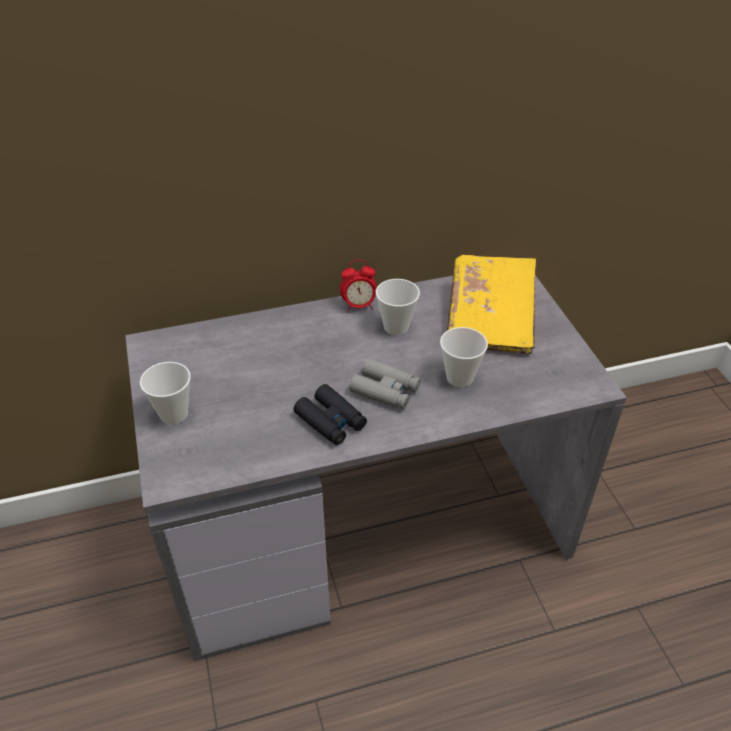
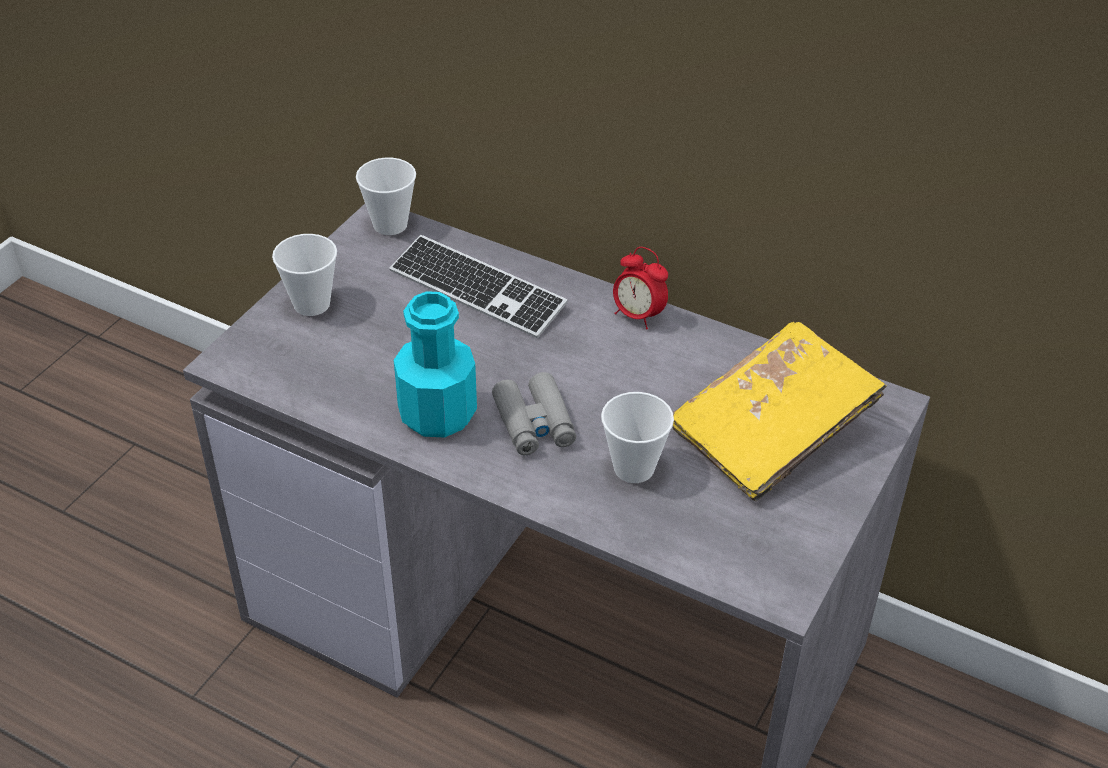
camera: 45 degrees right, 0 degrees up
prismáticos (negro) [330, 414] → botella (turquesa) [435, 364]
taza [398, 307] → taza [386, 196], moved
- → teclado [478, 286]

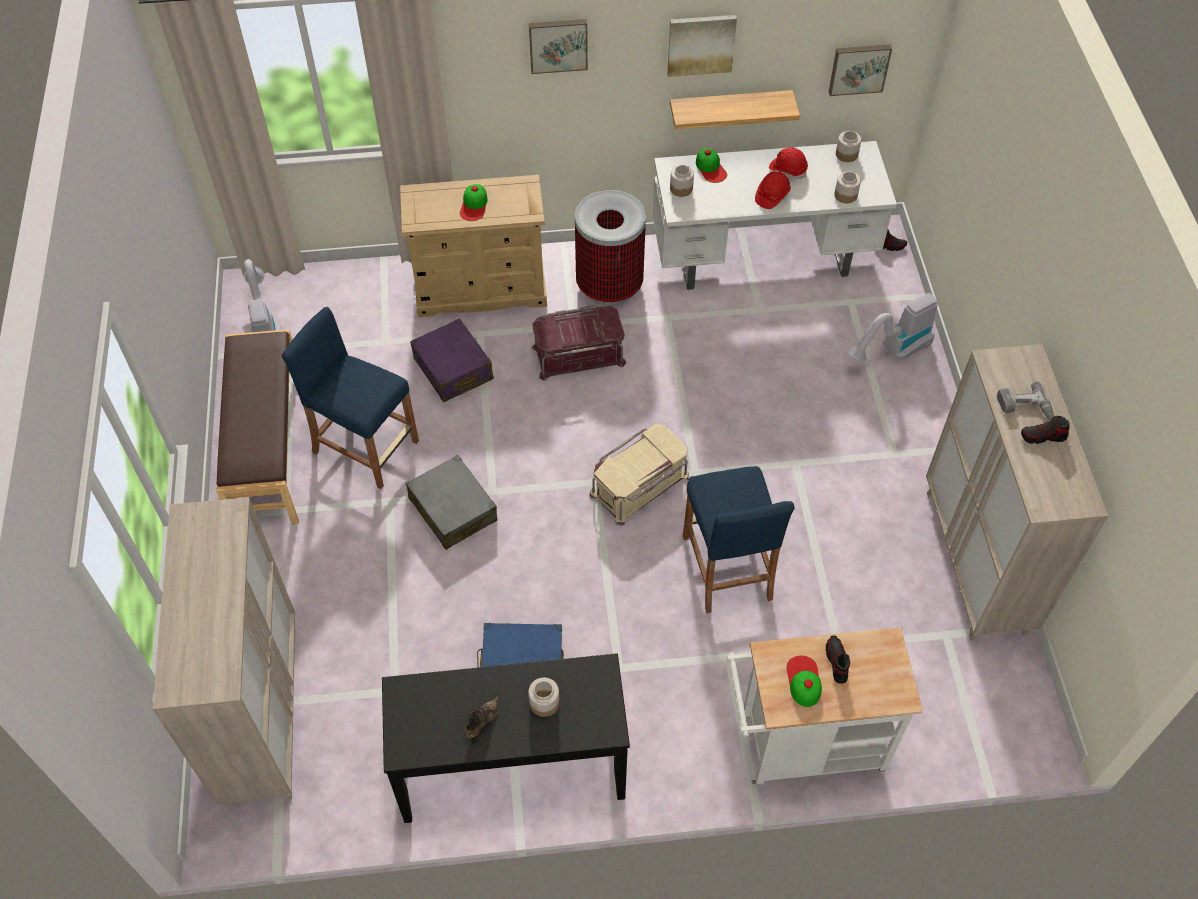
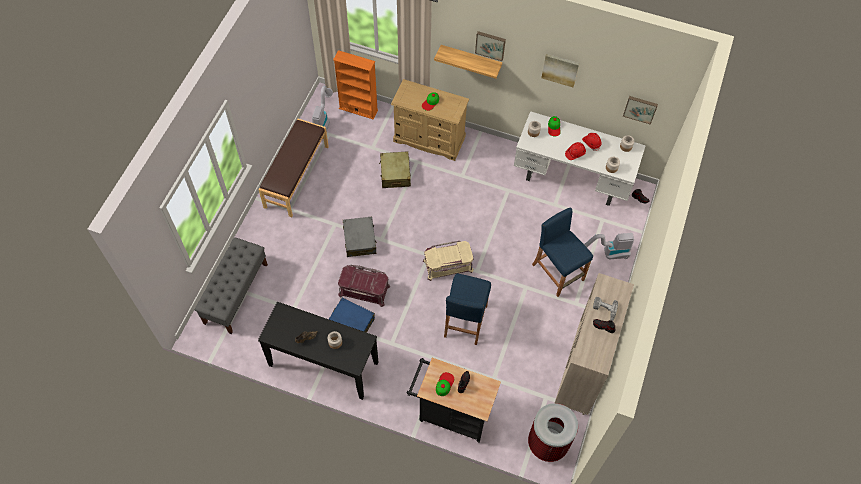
camera: 25 degrees right, 5 degrees up
armario (beis) [224, 651] → banco (gris) [231, 285]
taburete (azul) [350, 398] → taburete (azul) [562, 252], moved
maleta (morado) [452, 360] → maleta (beis) [395, 169]
caja de almacenaje (rojo) [579, 343] → caja de almacenaje (rojo) [364, 286], moved
papelera [610, 248] → papelera [553, 432], moved
estante [735, 109] → estante [468, 62], moved
carrito (blanco) [824, 707] → carrito (negro) [454, 400]
- → estantería (naranja) [355, 85]

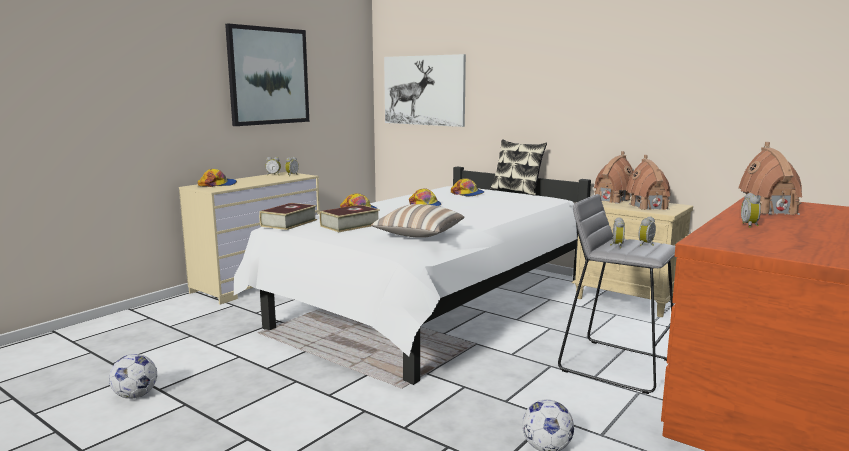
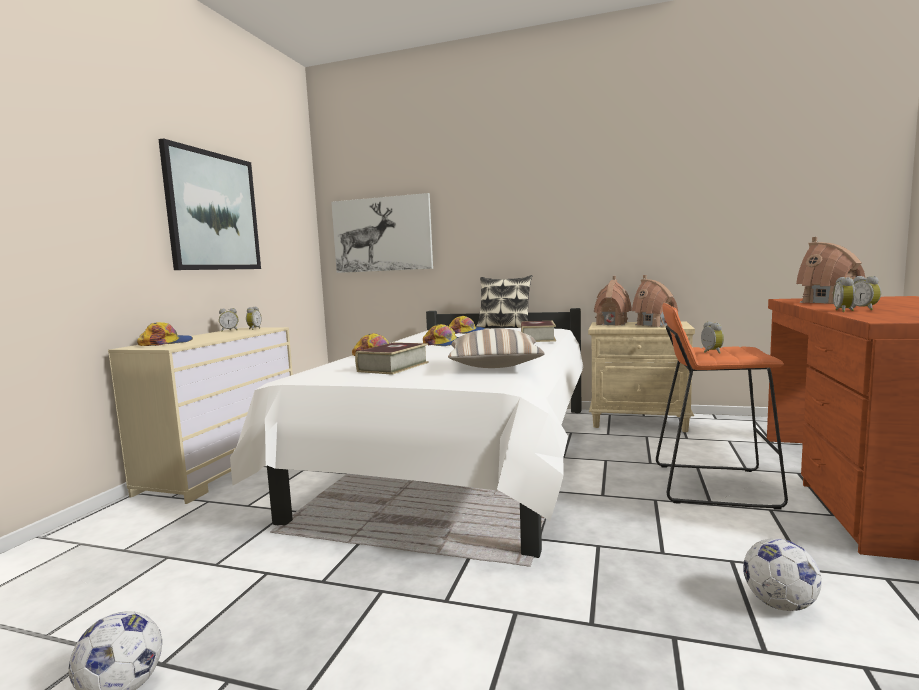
camera: 20 degrees left, 5 degrees down
libro [288, 216] → libro [538, 331], moved
taburete (gris) [616, 294] → taburete (naranja) [722, 406]
despertador [647, 231] → despertador [844, 294], moved

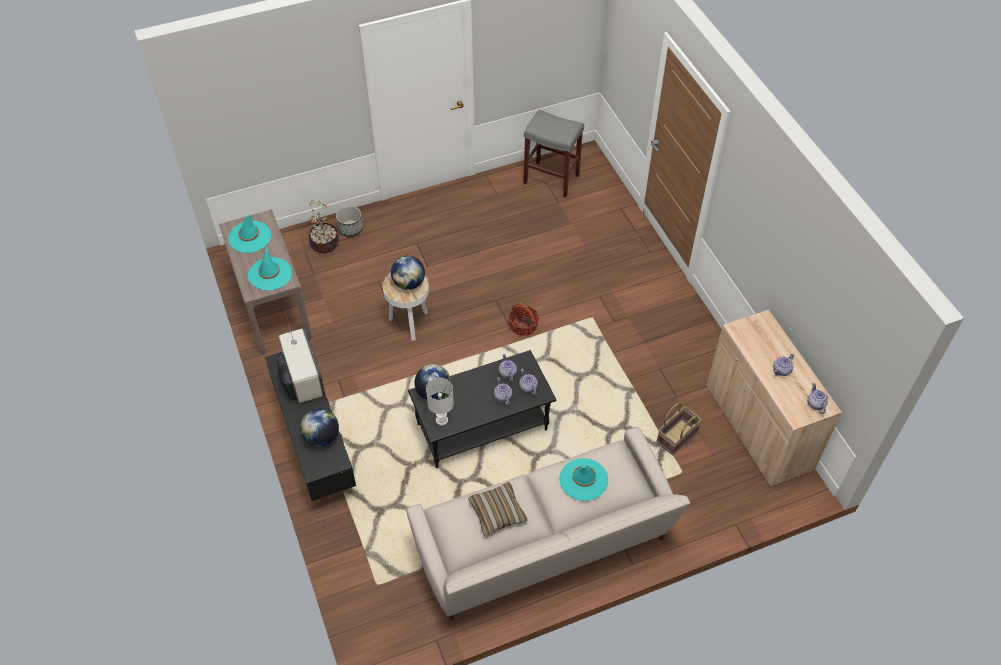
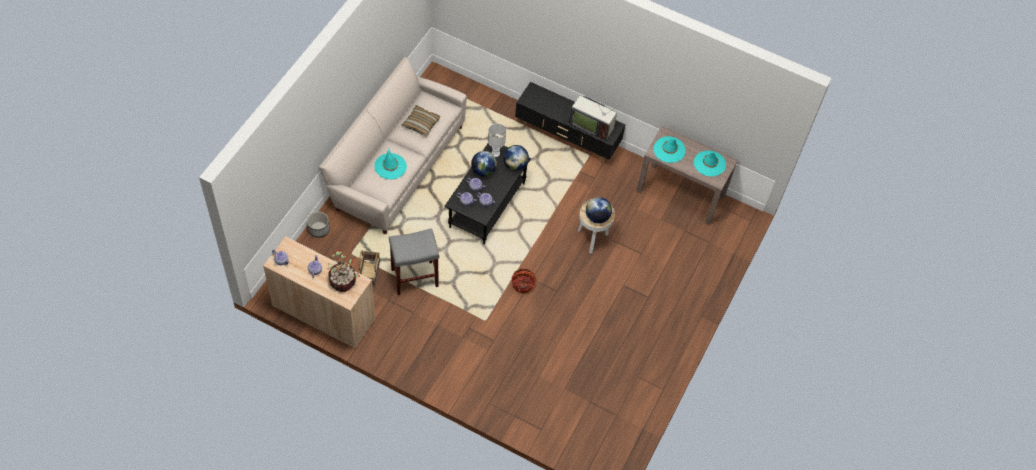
camera: 135 degrees right, 5 degrees up
globo terráqueo [319, 428] → globo terráqueo [484, 164], moved
planta en maceta [324, 226] → planta en maceta [344, 271], moved
maceta [349, 221] → maceta [318, 224], moved
taburete (gris) [553, 153] → taburete (gris) [414, 261], moved

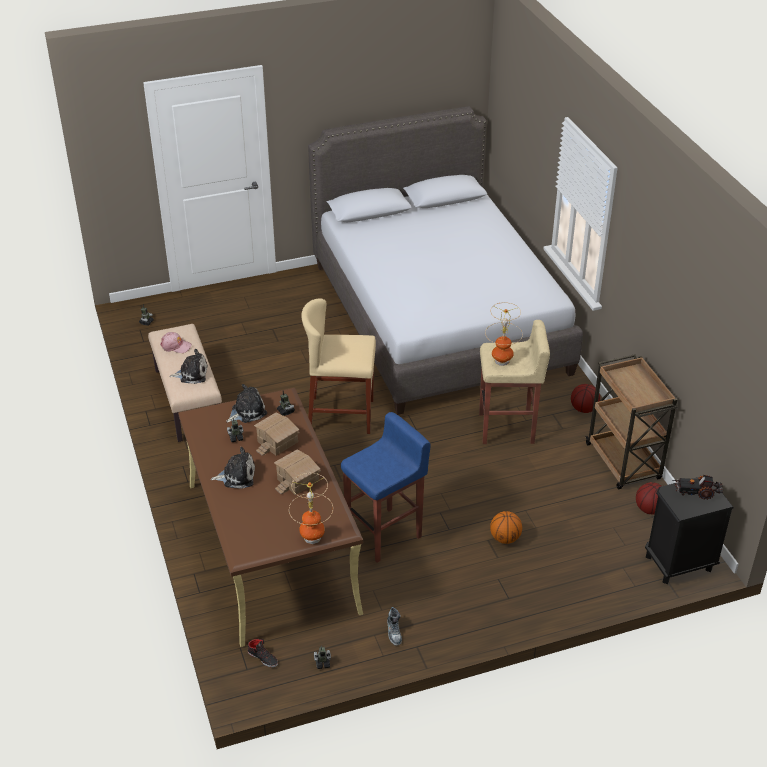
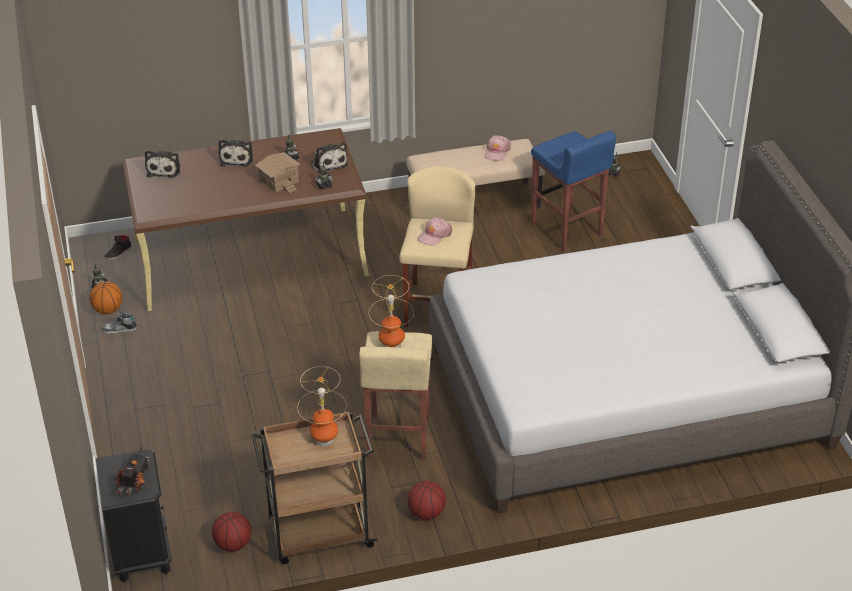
camera: 95 degrees right, 0 degrees up
peluche [188, 366] → peluche [162, 164], moved
casita [297, 472] → -
lámpara de mesa [311, 508] → lámpara de mesa [322, 406], moved
taburete (azul) [386, 487] → taburete (azul) [573, 191], moved
balón de baloncesto [506, 527] → balón de baloncesto [106, 298], moved
- → gorra (rosa) [434, 231]

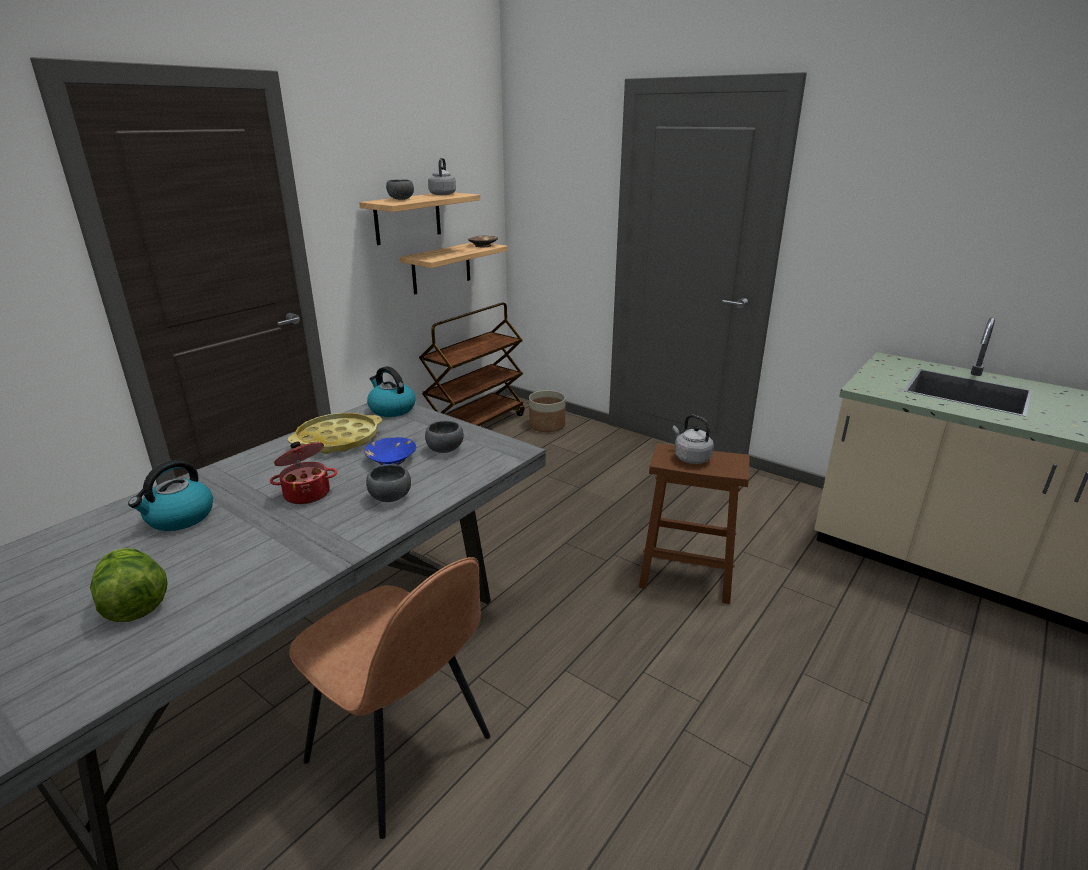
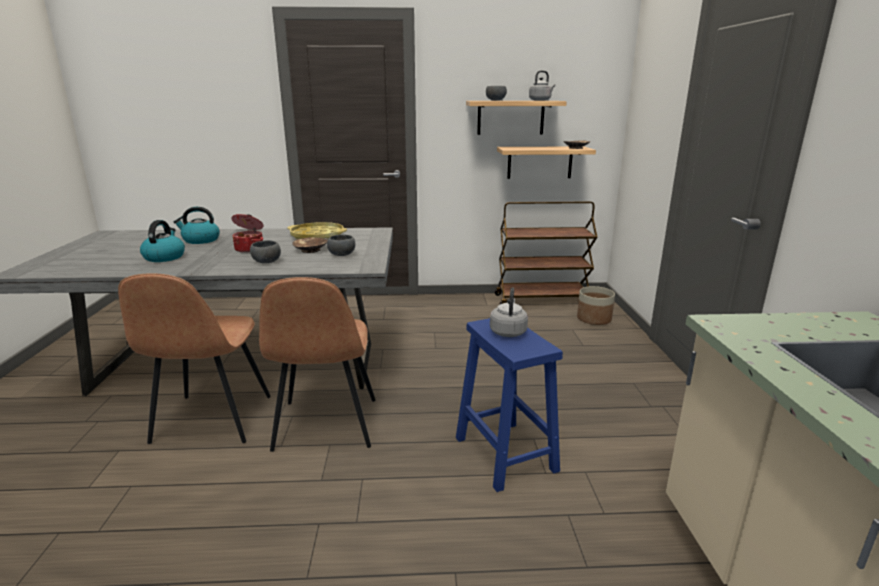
camera: 50 degrees right, 5 degrees down
lechuga [129, 585] → -
cuenco (azul) [390, 451] → cuenco (marrón) [310, 245]
hervidor [391, 391] → hervidor [162, 241], moved
taburete (marrón) [694, 523] → taburete (azul) [509, 405]
- → silla (marrón) [317, 364]

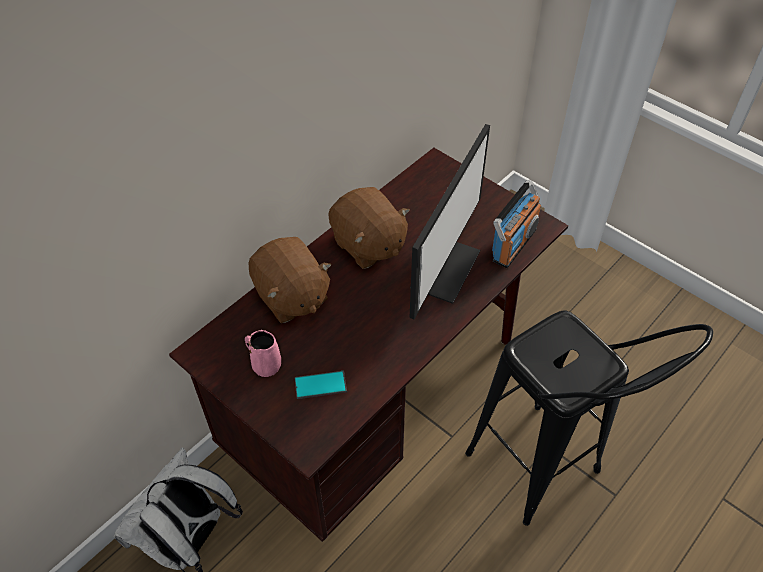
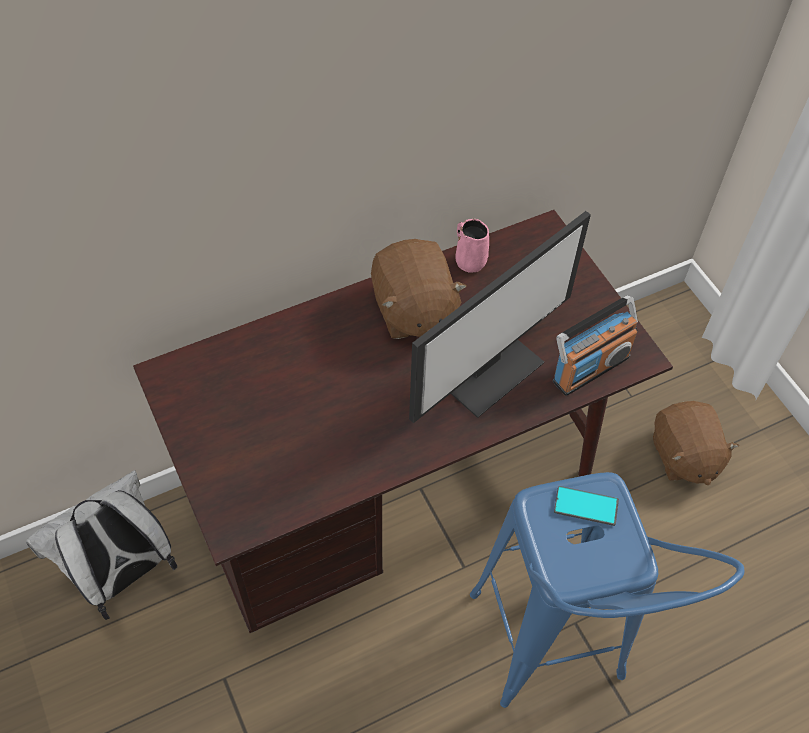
camera: 20 degrees right, 5 degrees up
taza grande (rosa) [263, 353] → taza grande (rosa) [472, 245], moved
peluche (marrón) [290, 280] → peluche (marrón) [696, 443], moved
móvil [321, 385] → móvil [586, 506], moved
taburete (negro) [589, 418] → taburete (azul) [607, 590]

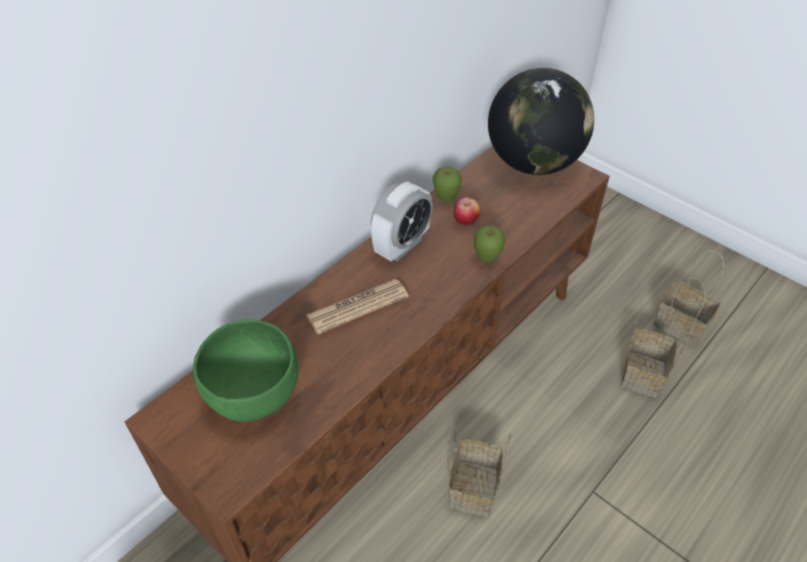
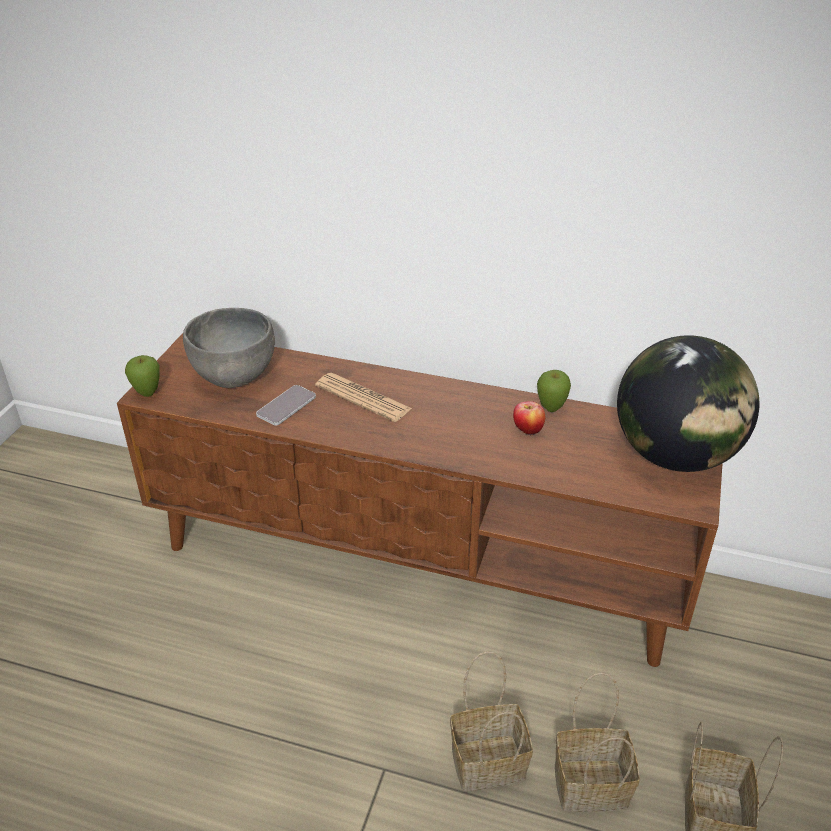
camera: 65 degrees right, 10 degrees down
cuenco (verde) [245, 371] → cuenco (gris) [229, 348]
despertador [402, 221] → -
cesta [479, 468] → cesta [491, 721], moved
manzana [489, 244] → manzana [142, 376], moved
- → móvil [286, 405]

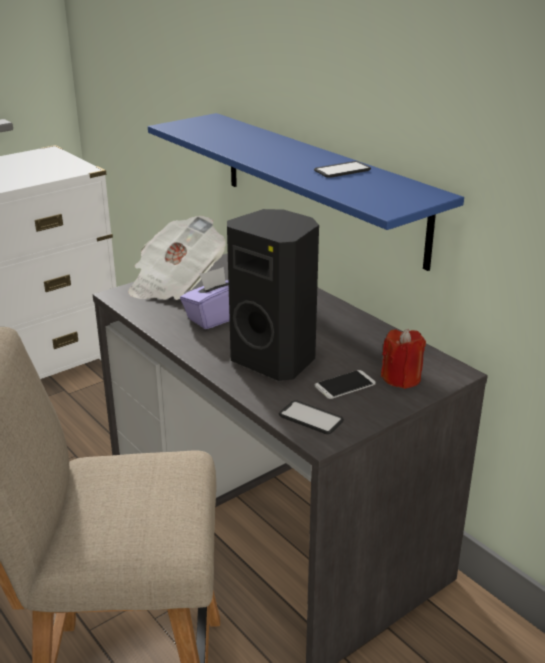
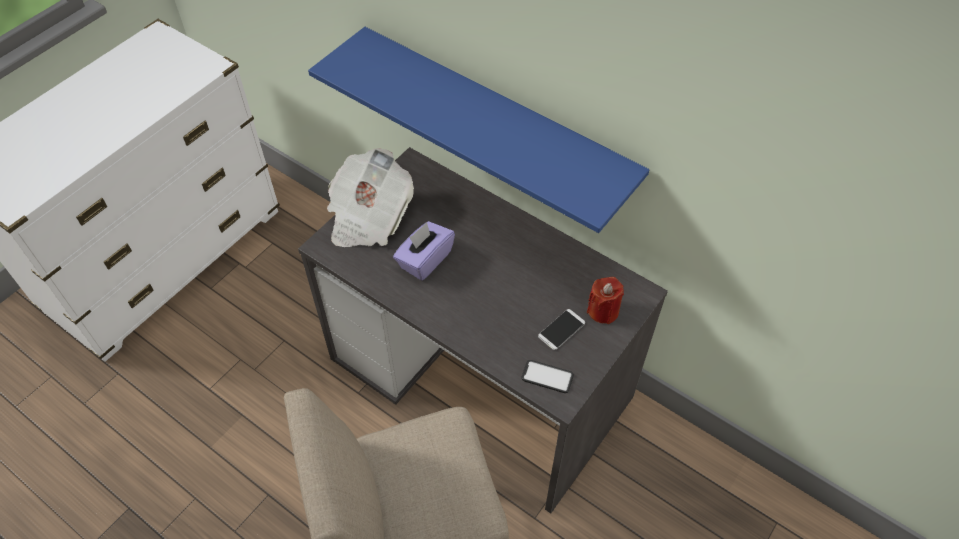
camera: 15 degrees left, 25 degrees up
altavoz (negro) [273, 295] → -
móvil [342, 169] → -

